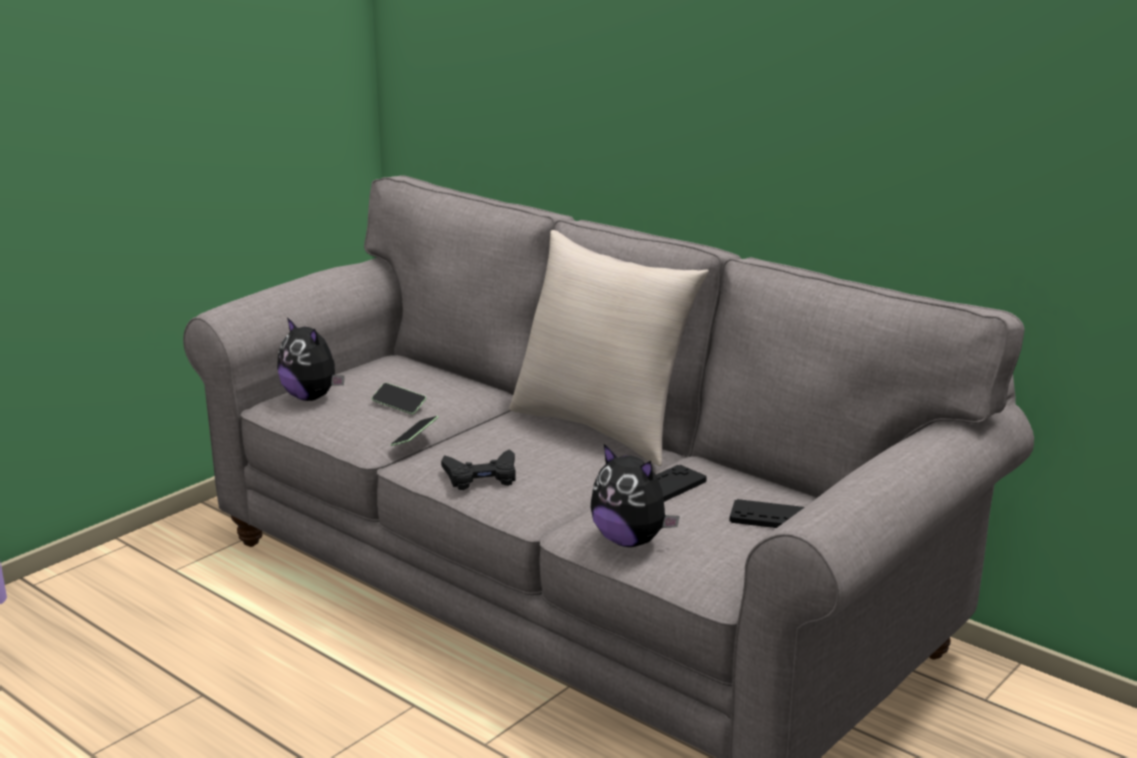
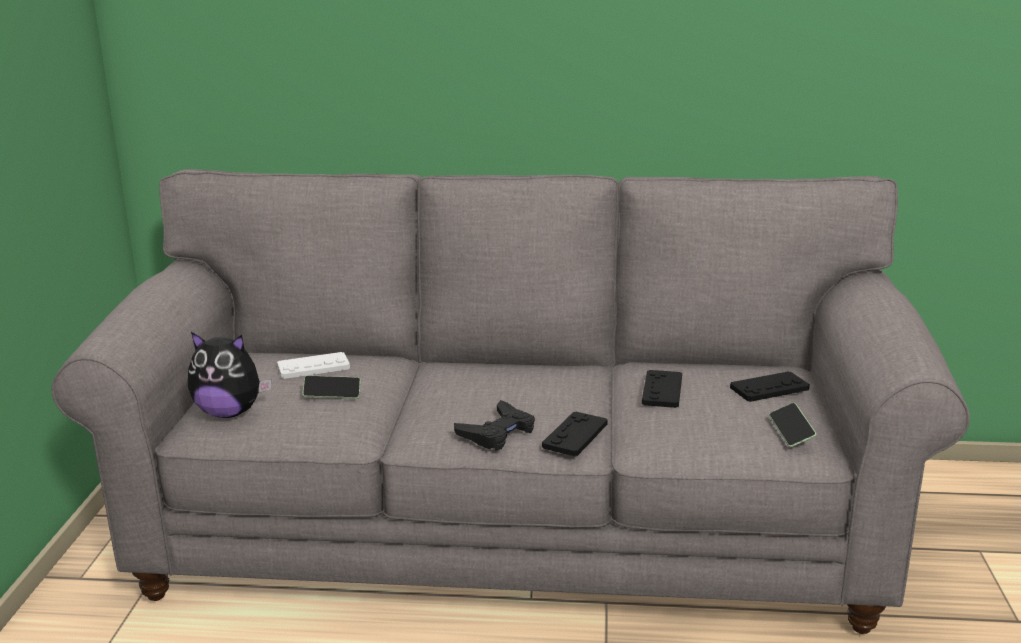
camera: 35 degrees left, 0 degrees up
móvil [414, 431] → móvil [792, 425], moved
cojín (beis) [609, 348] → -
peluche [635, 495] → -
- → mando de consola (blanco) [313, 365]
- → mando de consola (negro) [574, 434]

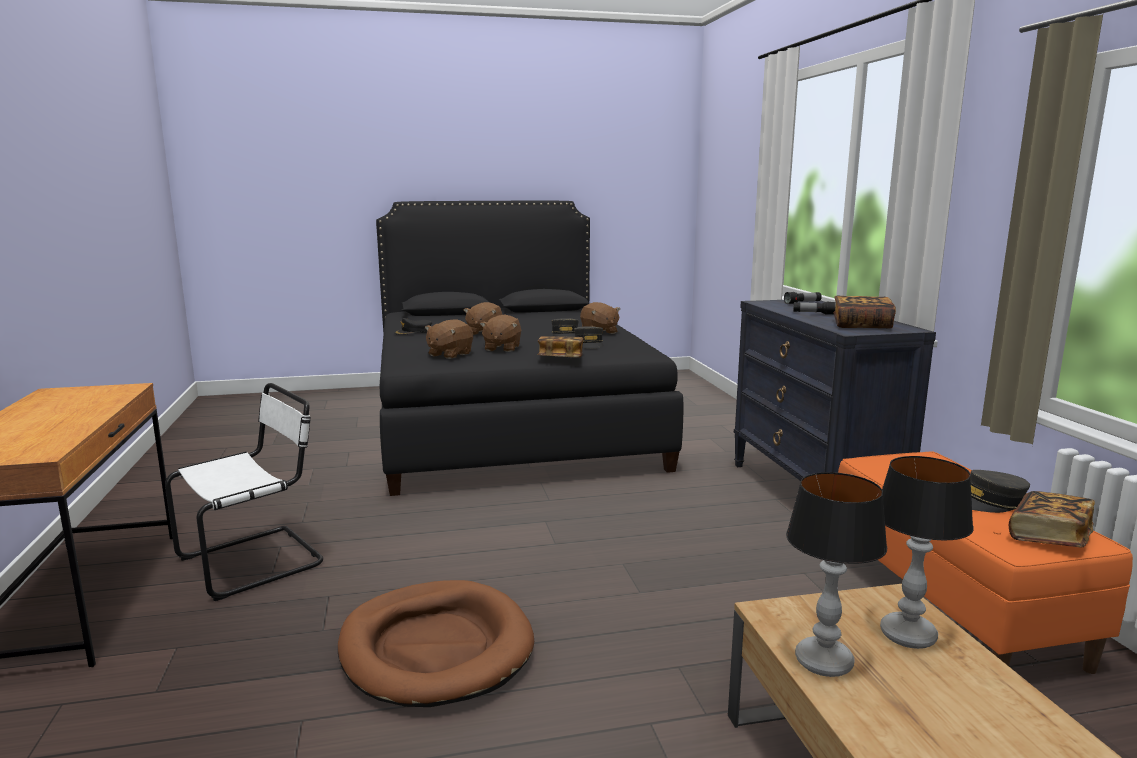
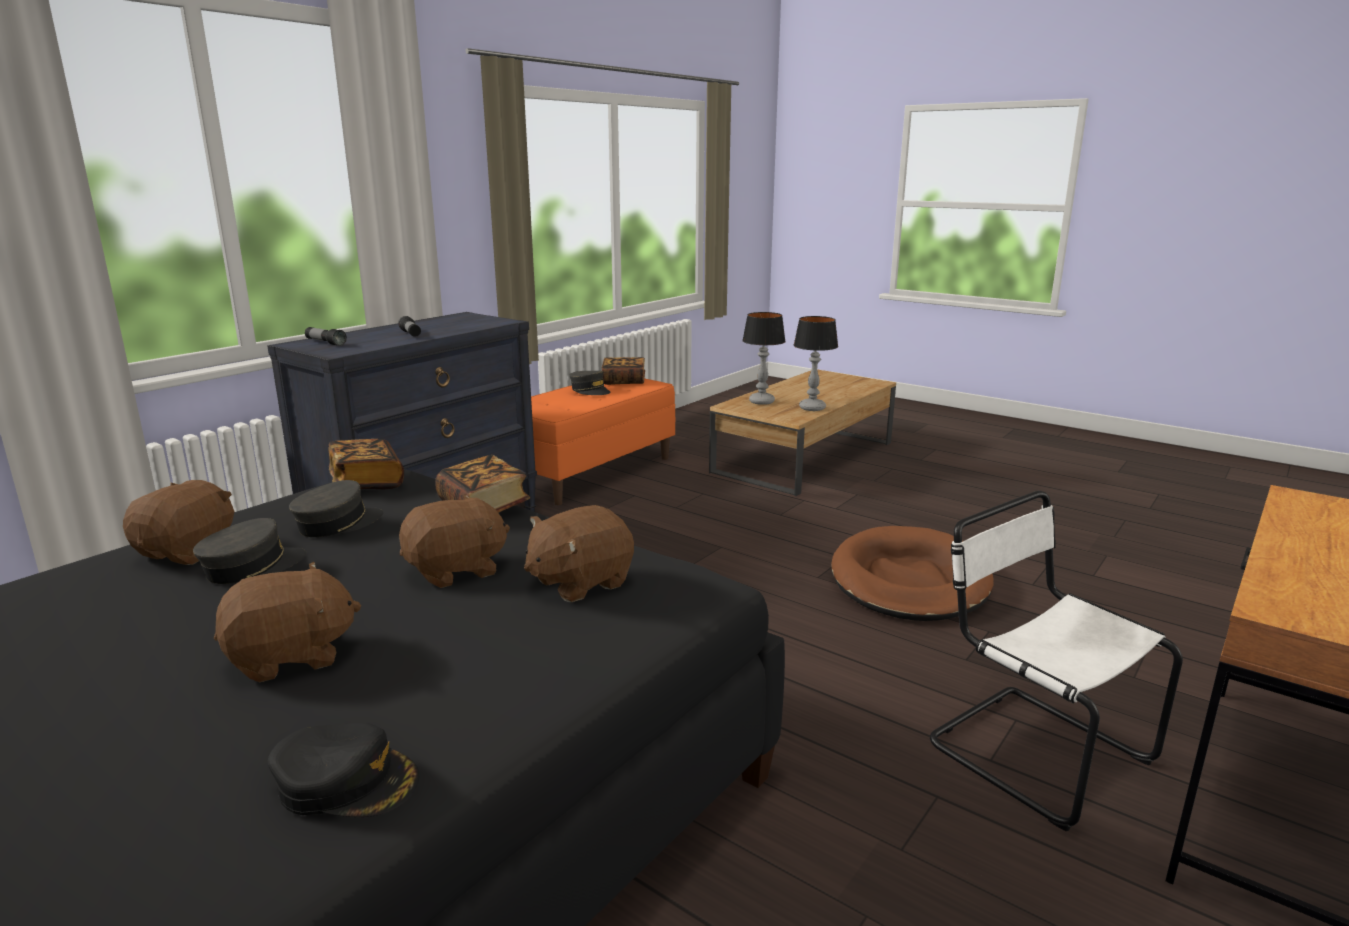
camera: 130 degrees left, 5 degrees up
silla (blanco) [244, 492] → silla (blanco) [1056, 661], 45 degrees clockwise
peluche (marrón) [449, 339] → peluche (marrón) [579, 553], 150 degrees clockwise
libro [864, 311] → libro [366, 464], moved

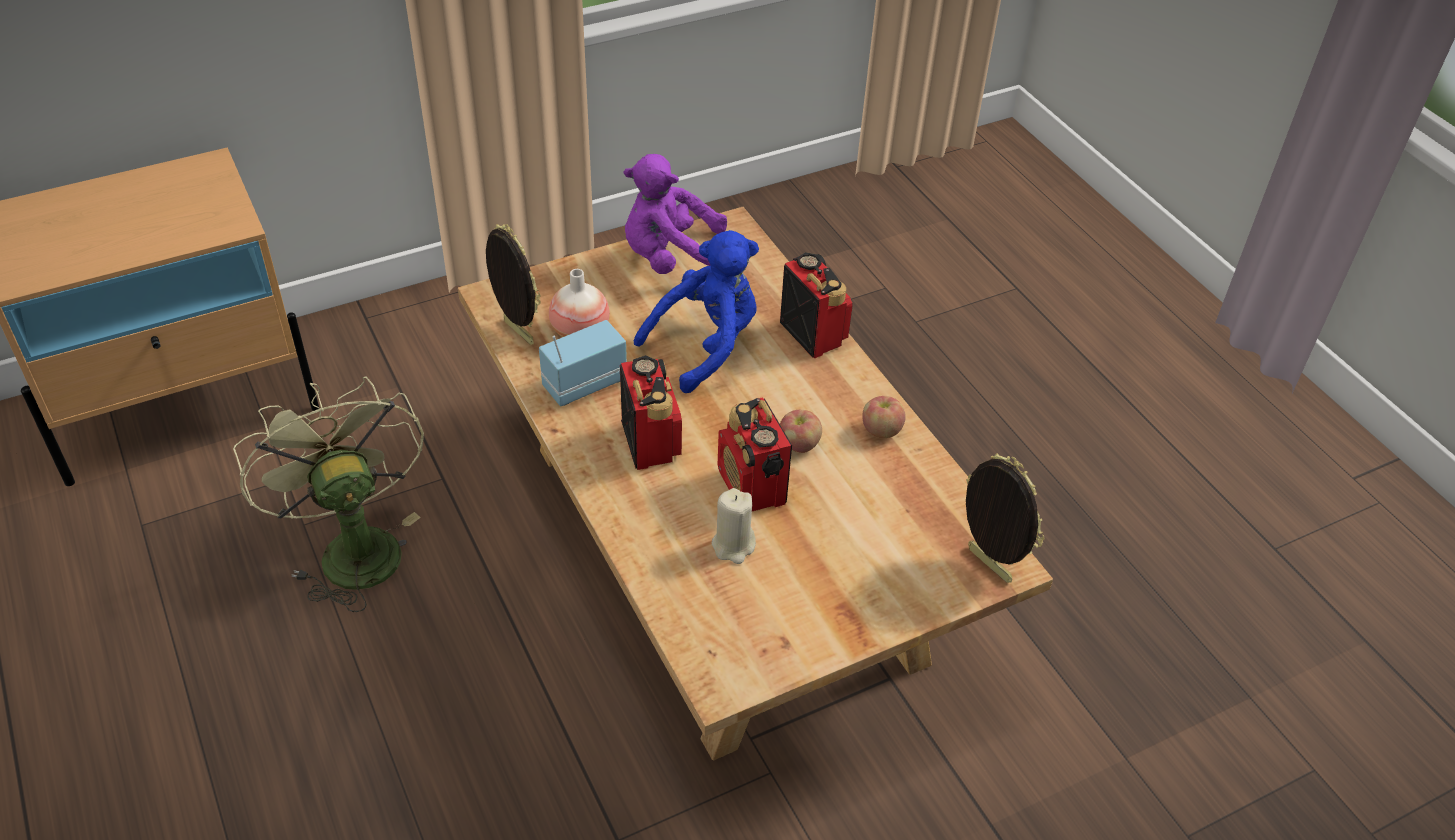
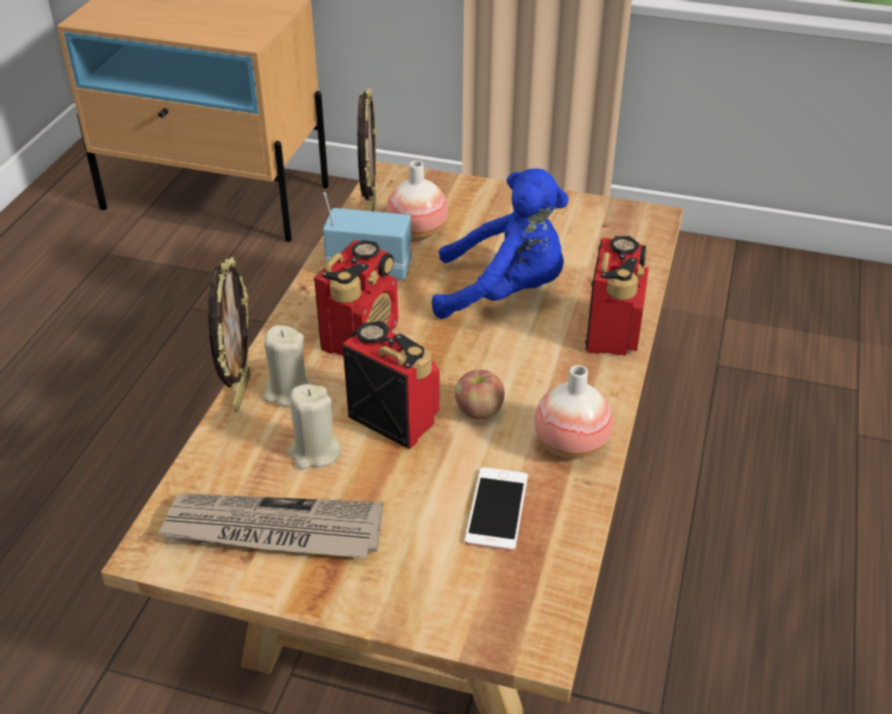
camera: 45 degrees right, 5 degrees down
ventilador (verde) [328, 494] → -
peluche (morado) [675, 214] → -
radio [755, 454] → radio [391, 385], 105 degrees clockwise
manzana [884, 417] → florero [573, 412]
portarretratos [1005, 518] → portarretratos [229, 334], moved
- → periódico [269, 526]
- → vela (beis) [288, 366]
- → móvil [496, 509]

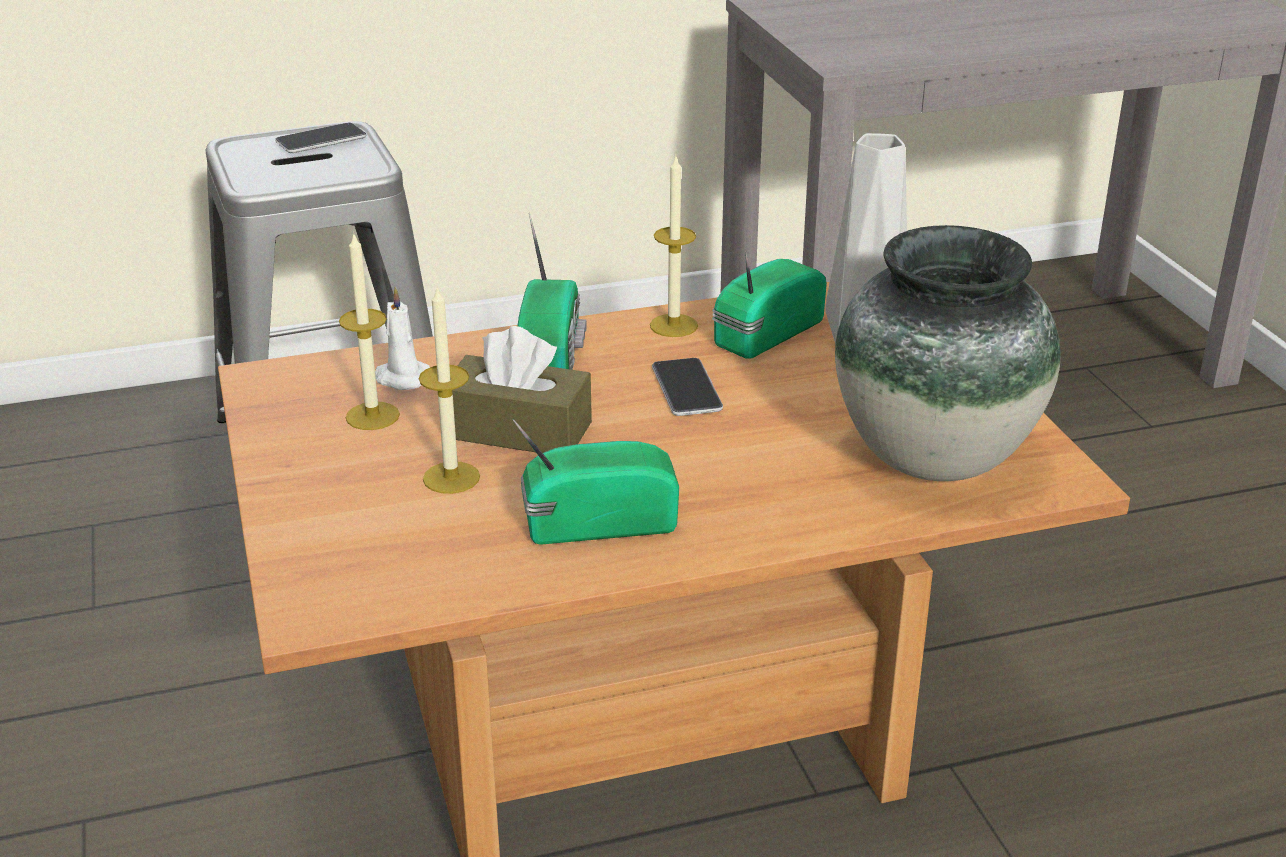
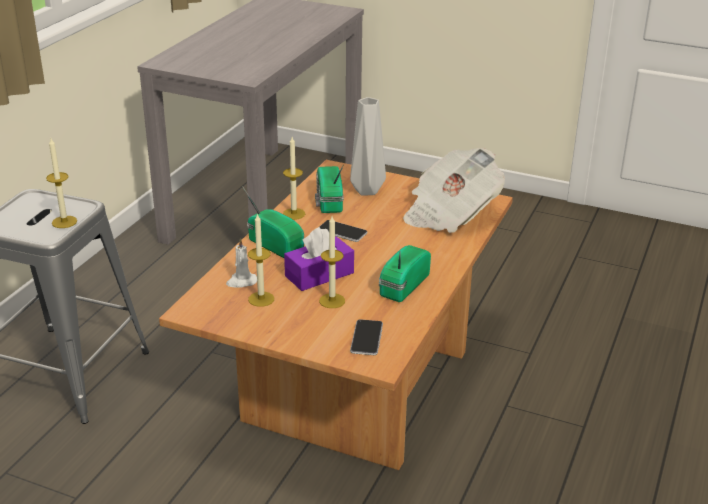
camera: 50 degrees left, 0 degrees up
móvil [320, 138] → móvil [366, 337], moved
caja de pañuelos (marrón) [522, 389] → caja de pañuelos (morado) [319, 259]
florero [948, 353] → periódico [454, 190]
- → vela [61, 183]

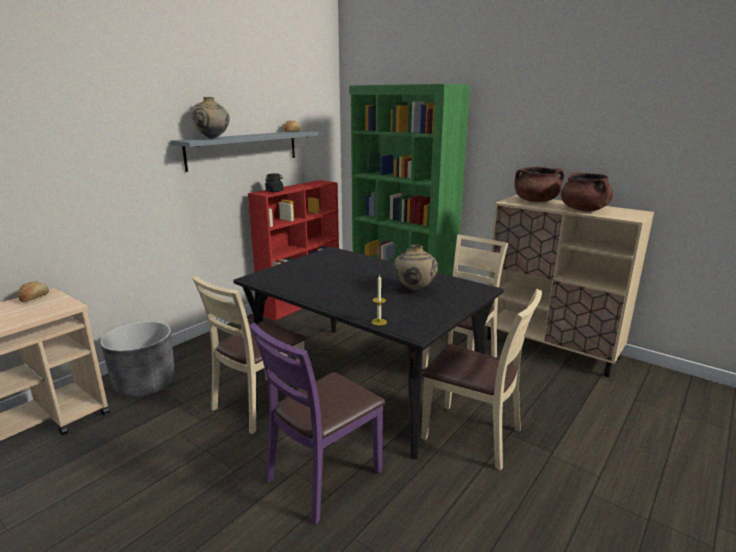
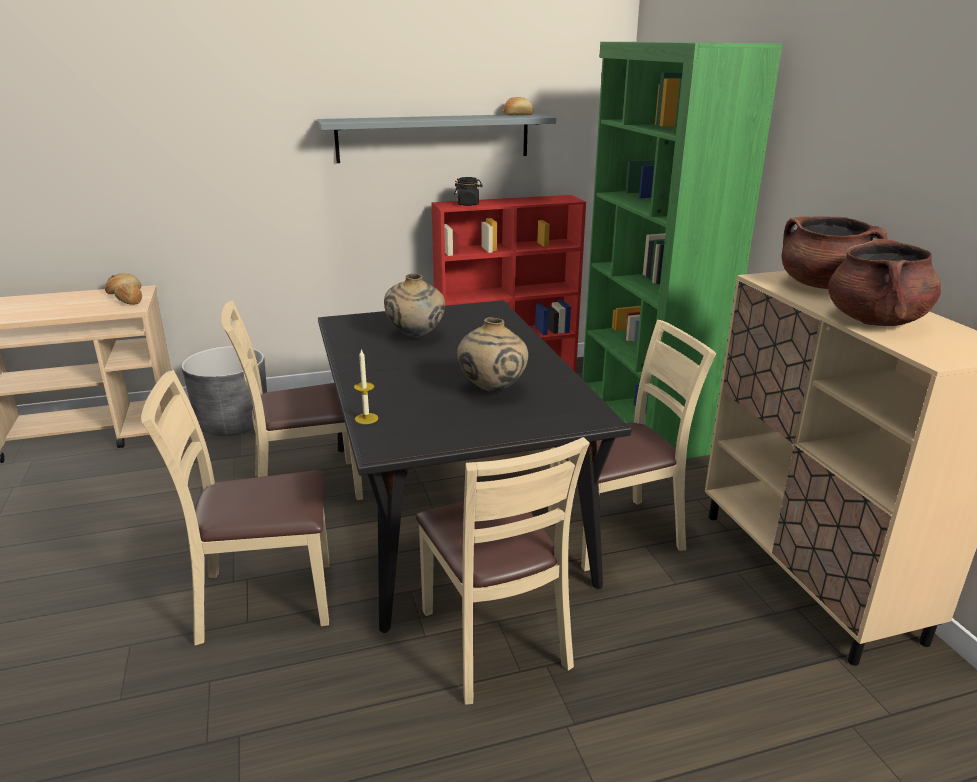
camera: 35 degrees right, 5 degrees up
florero (beis) [209, 118] → florero (beis) [414, 305], moved
silla (morado) [317, 423] → silla (beis) [235, 508]
- → pan [128, 294]

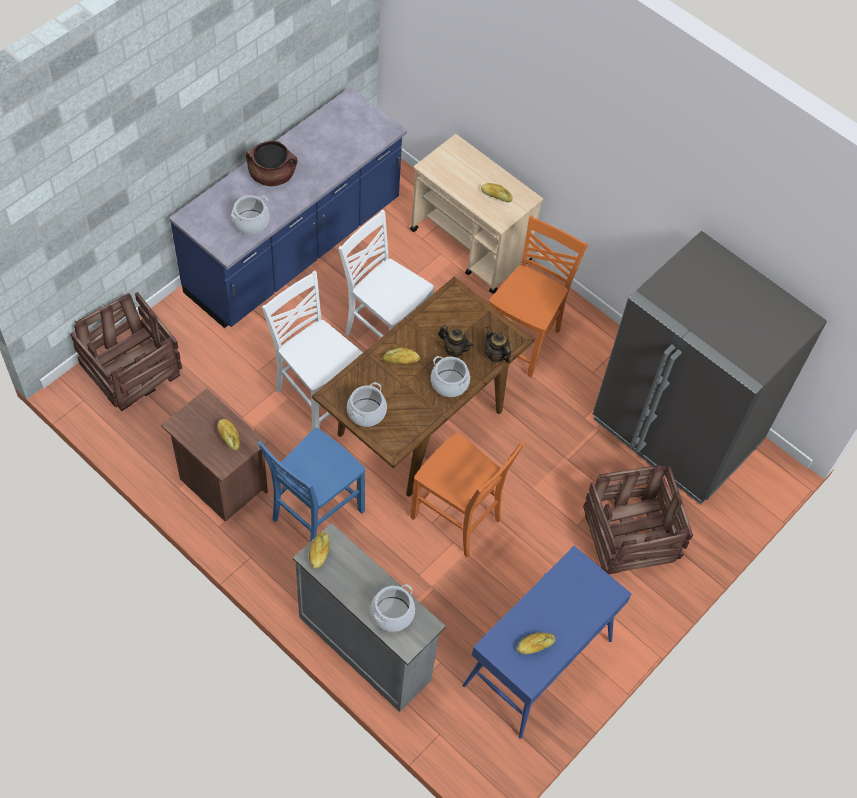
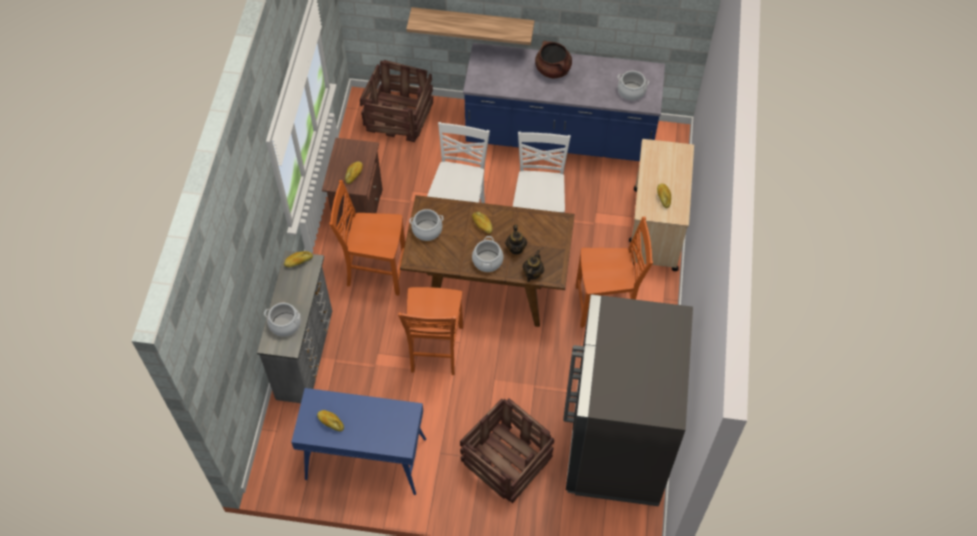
camera: 60 degrees right, 0 degrees up
olla [250, 214] → olla [633, 86], moved
silla (azul) [311, 485] → silla (naranja) [367, 237]
- → estante [470, 26]

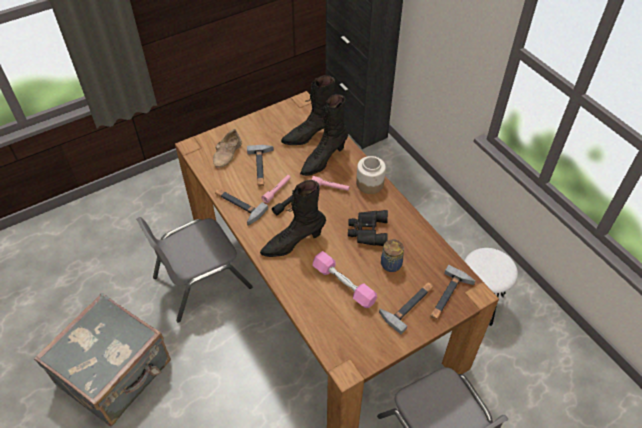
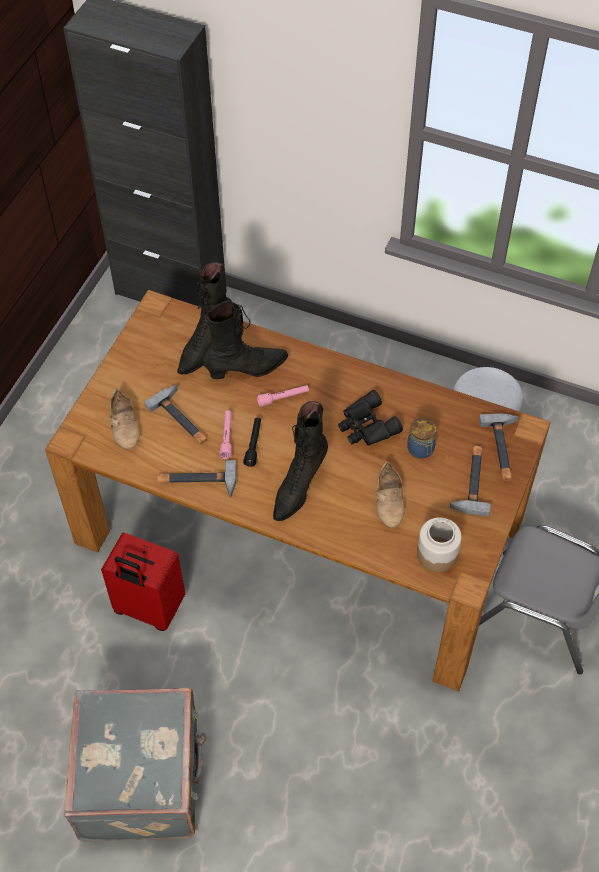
camera: 35 degrees left, 5 degrees up
silla (gris) [194, 270] → maleta (rojo) [143, 581]
bota (negro) [324, 135] → bota (negro) [245, 340], 120 degrees counterclockwise
mancuerna (rosa) [344, 279] → zapato (beis) [390, 495]
tarro [371, 175] → tarro [439, 544], moved

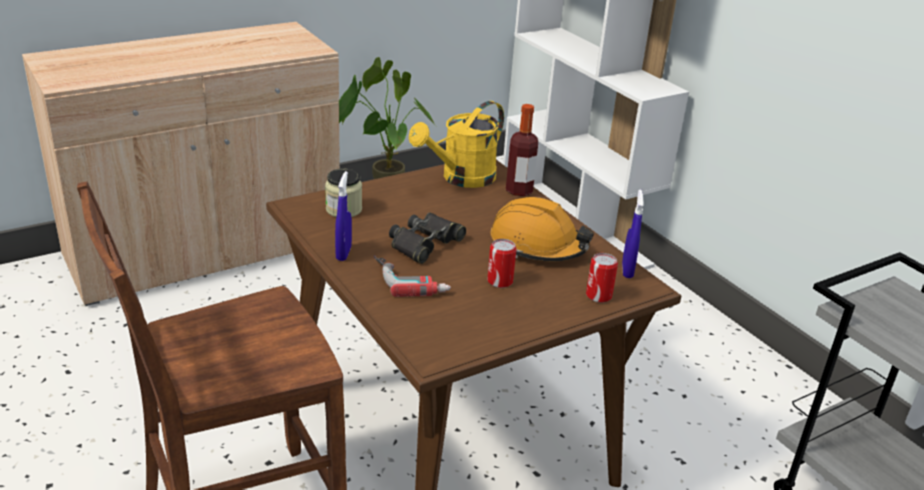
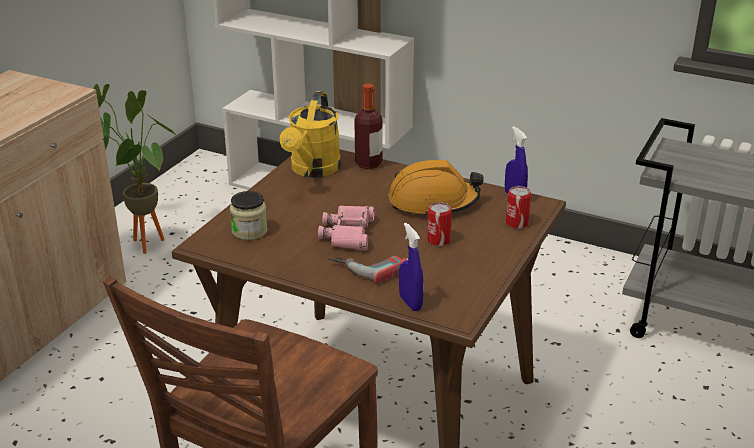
camera: 30 degrees left, 0 degrees up
pulverizador (azul) [343, 216] → pulverizador (azul) [411, 267], moved
prismáticos (negro) [427, 238] → prismáticos (rosa) [346, 228]

